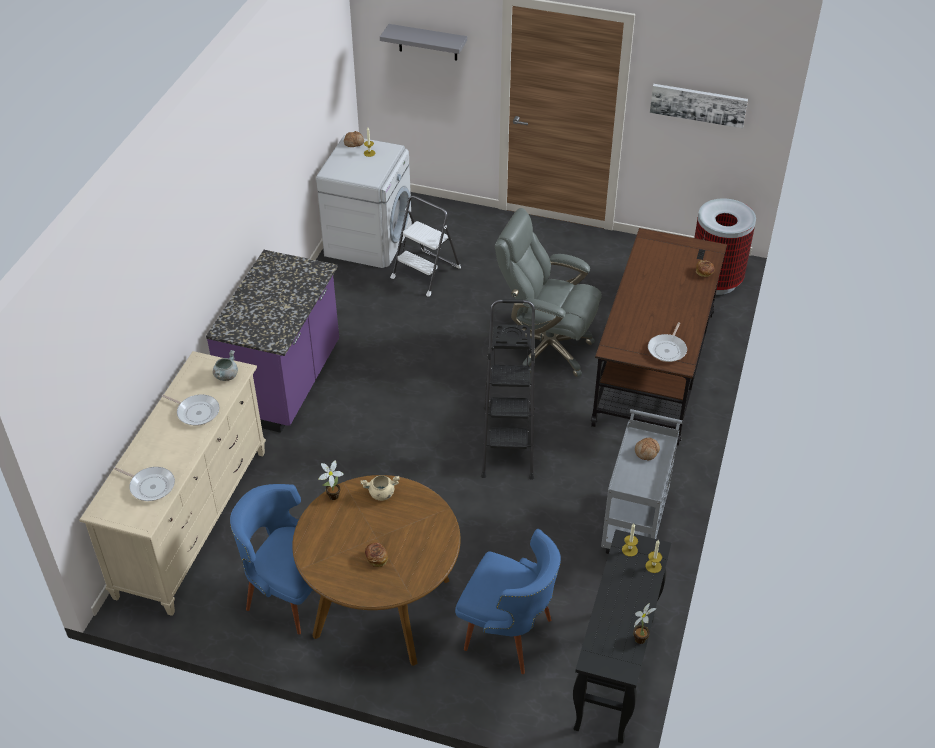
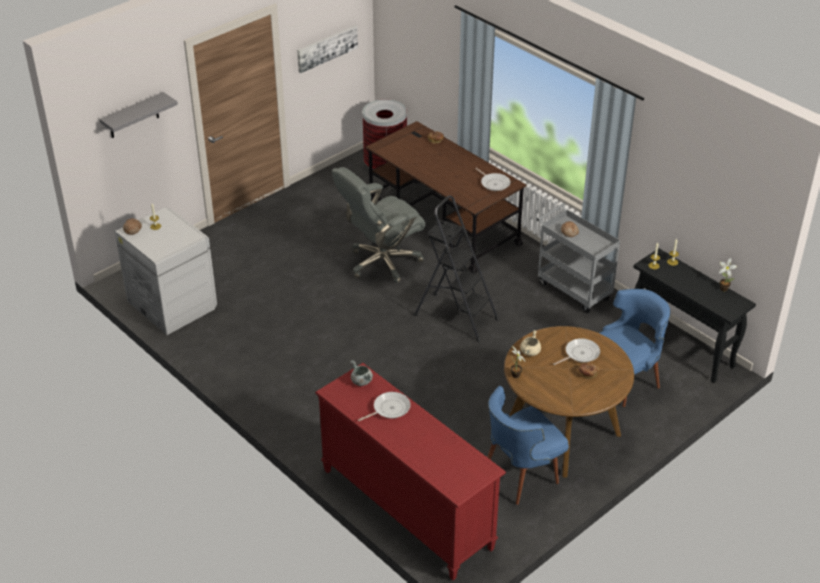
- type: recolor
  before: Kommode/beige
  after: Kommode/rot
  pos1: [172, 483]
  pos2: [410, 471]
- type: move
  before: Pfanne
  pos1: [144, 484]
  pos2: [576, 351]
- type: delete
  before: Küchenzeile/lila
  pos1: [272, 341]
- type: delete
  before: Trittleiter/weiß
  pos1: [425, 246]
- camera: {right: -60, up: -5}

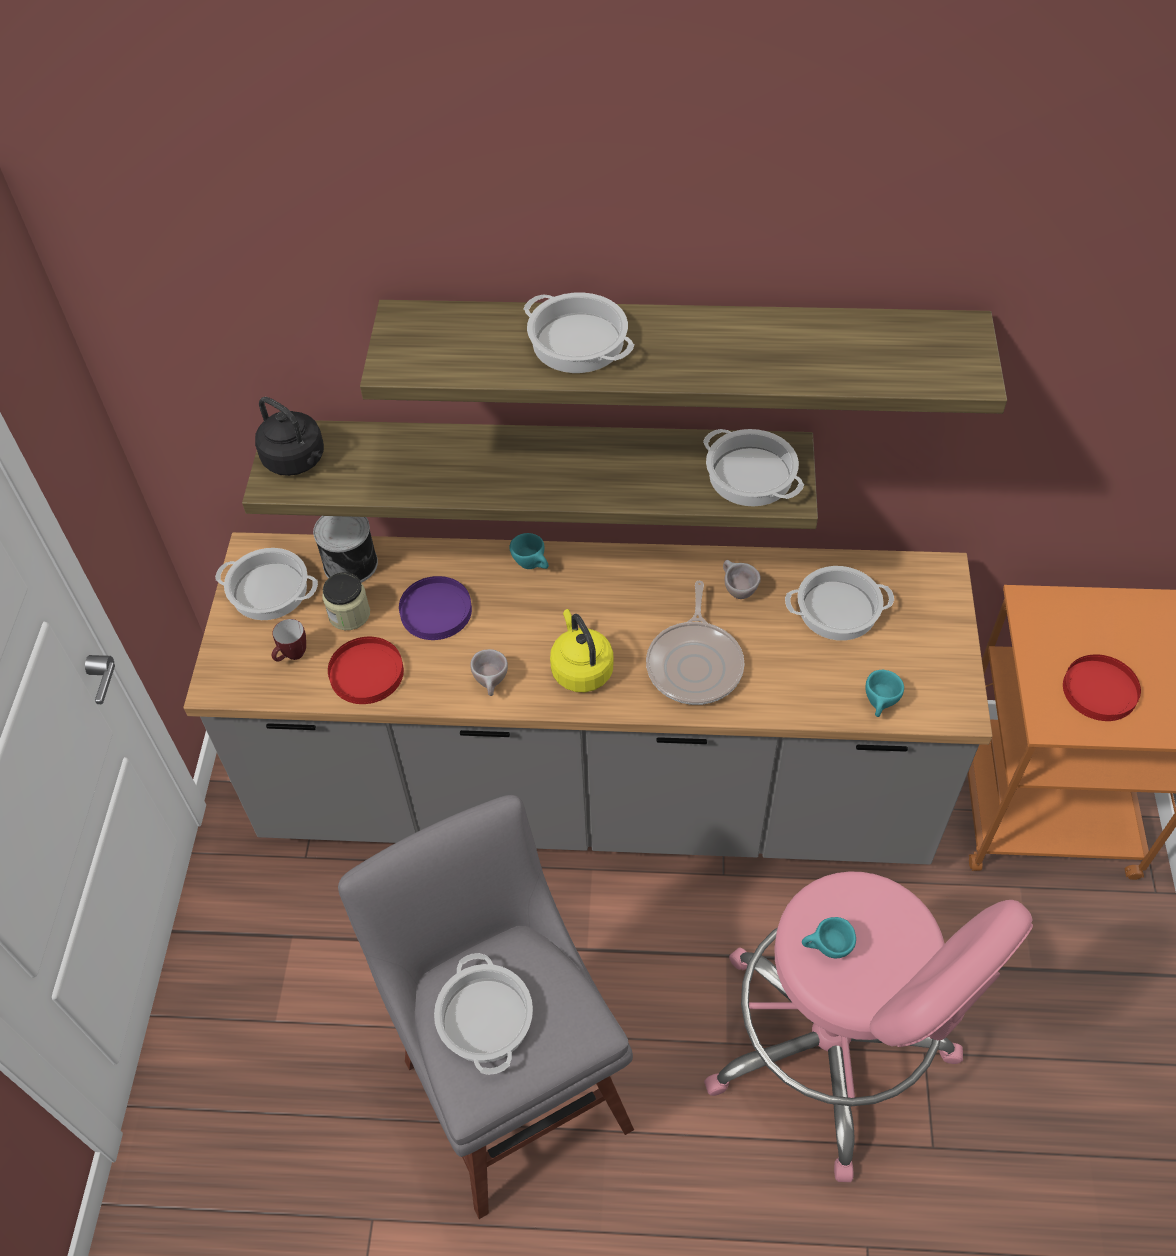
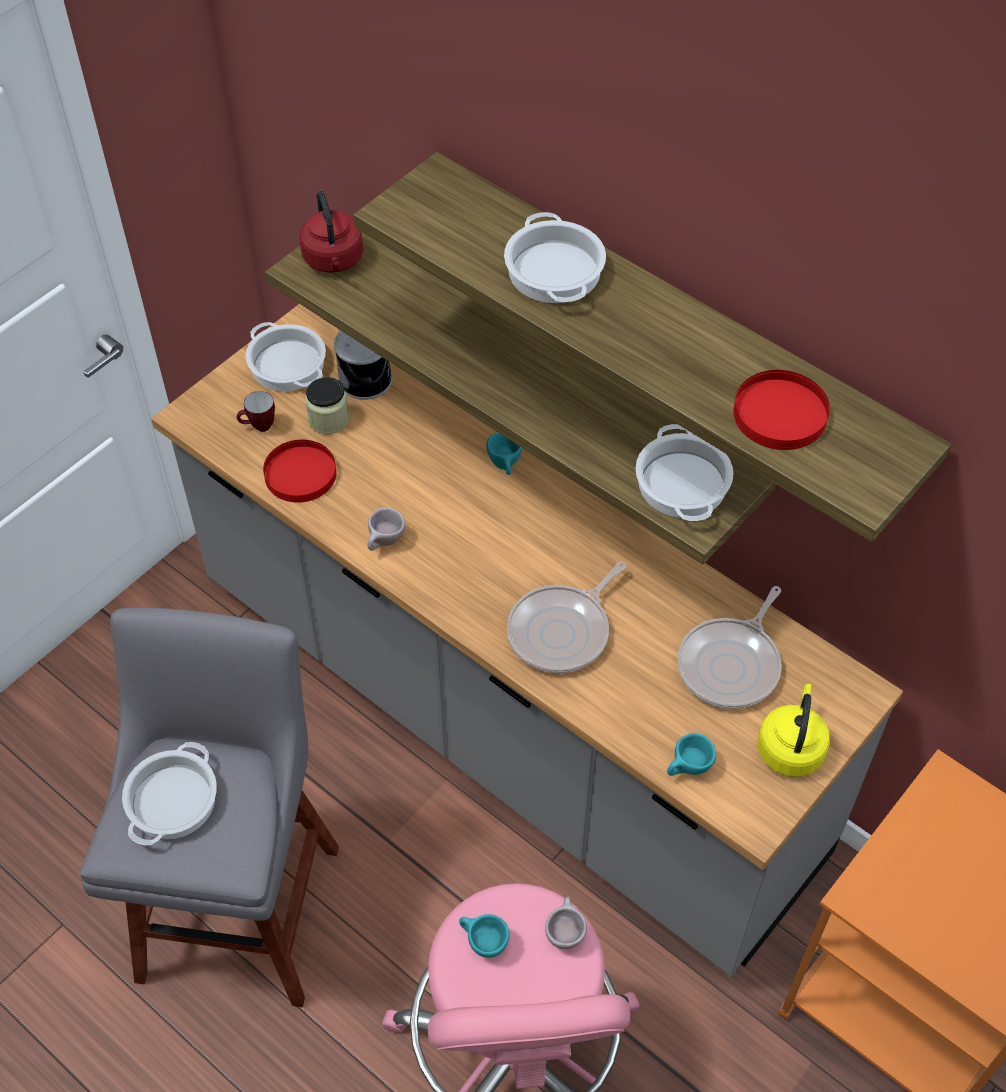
- type: recolor
  before: Wasserkessel/schwarz
  after: Wasserkessel/rot
  pos1: [289, 436]
  pos2: [331, 231]
- type: delete
  before: Teller/lila
  pos1: [435, 608]
- type: move
  before: Wasserkessel/gelb
  pos1: [581, 650]
  pos2: [794, 730]
- type: move
  before: Tasse/beige
  pos1: [742, 579]
  pos2: [566, 922]
- type: replace
  before: Kochtopf
  after: Pfanne
  pos1: [839, 603]
  pos2: [729, 647]
- type: move
  before: Teller/rot
  pos1: [1102, 687]
  pos2: [782, 410]
- camera: {right: 35, up: 0}

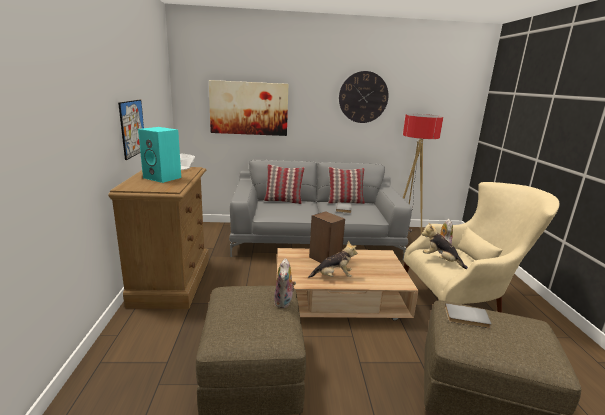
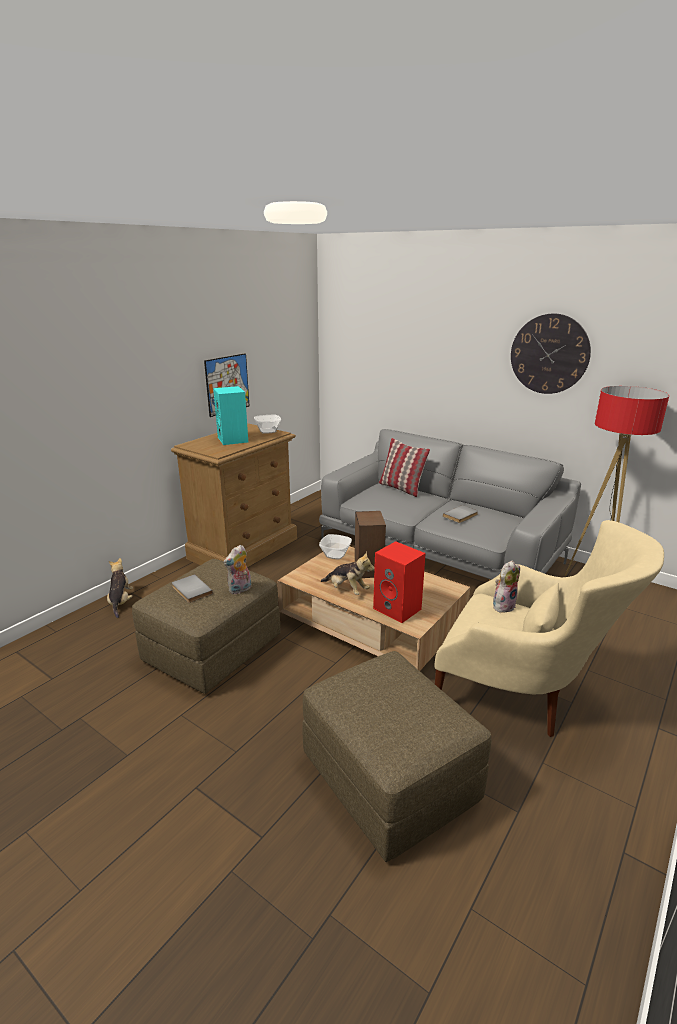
- type: delete
  before: Bild
  pos1: [248, 108]
- type: delete
  before: Kissen
  pos1: [346, 185]
- type: move
  before: Plüschtier
  pos1: [445, 246]
  pos2: [120, 588]
- type: move
  before: Buch/grau
  pos1: [468, 315]
  pos2: [192, 588]
- type: insert
  after: Schüssel
  pos2: [335, 547]
- type: insert
  after: Lautsprecher/rot
  pos2: [399, 582]
- camera: {right: 40, up: 5}

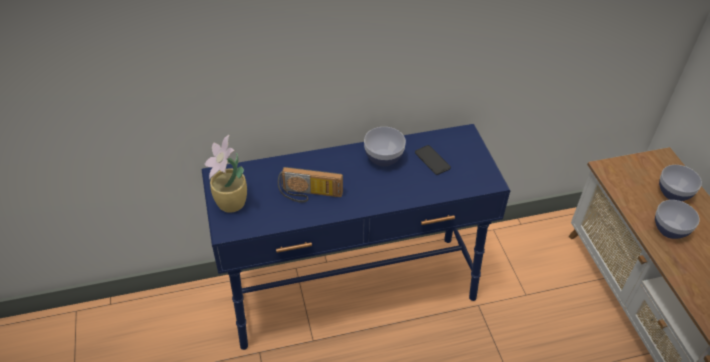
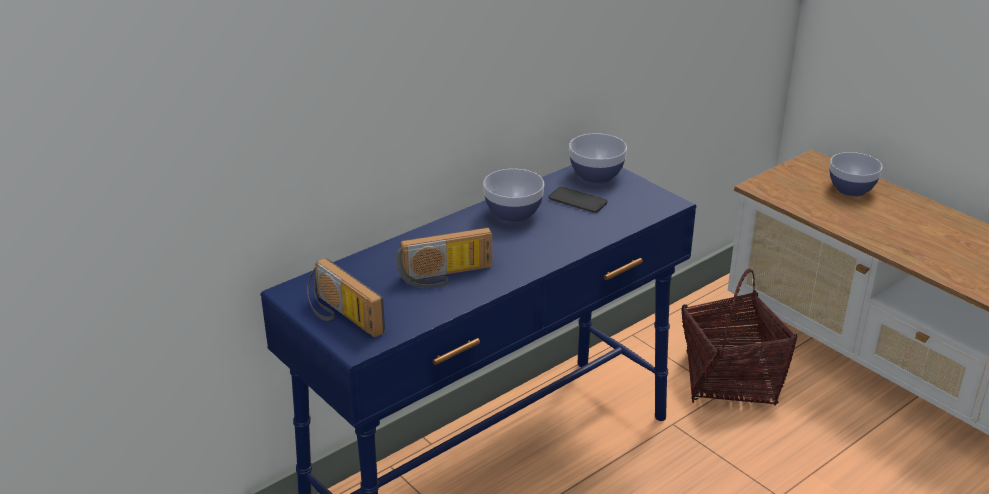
- type: replace
  before: Topfpflanze
  after: Radio
  pos1: [225, 174]
  pos2: [346, 297]
- type: move
  before: Schüssel
  pos1: [677, 219]
  pos2: [598, 158]
- type: insert
  after: Korb
  pos2: [739, 337]
- camera: {right: -25, up: -15}

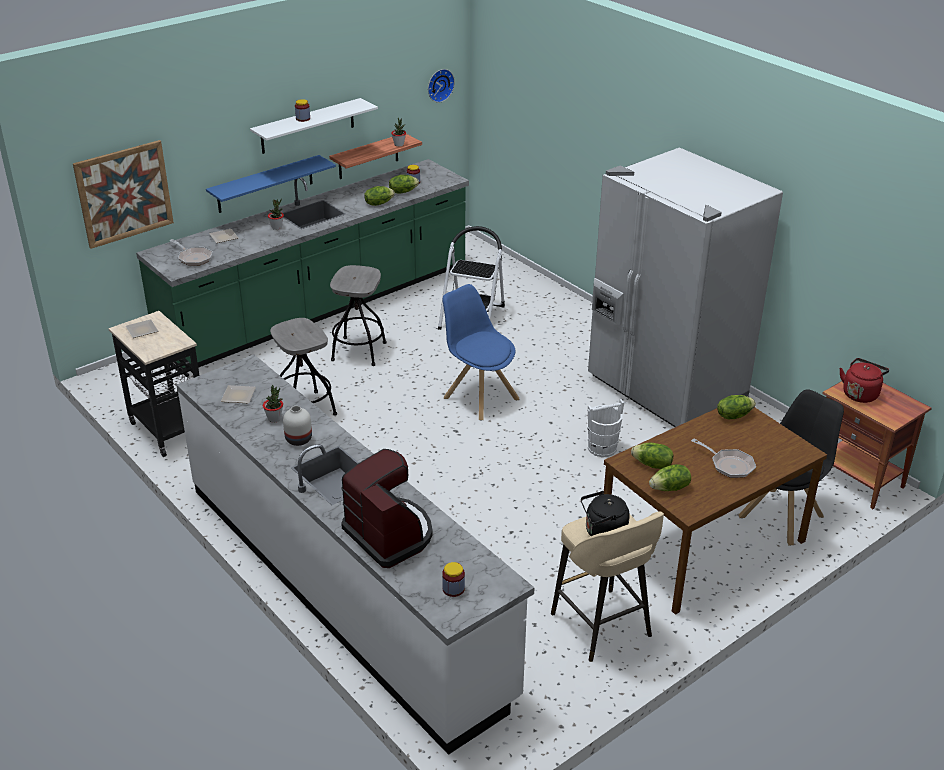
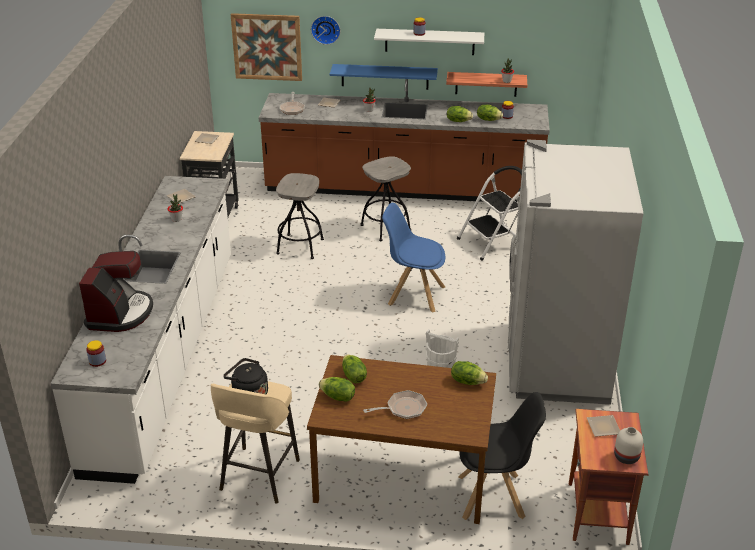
- type: recolor
  before: Küchenzeile/grün
  after: Küchenzeile/braun
  pos1: [302, 265]
  pos2: [404, 140]
- type: move
  before: Vase/weiß
  pos1: [297, 426]
  pos2: [628, 445]
- type: move
  before: Wanduhr
  pos1: [441, 86]
  pos2: [325, 30]
- type: rotate
  before: Stuhl/blau
  pos1: [480, 352]
  pos2: [413, 258]
  turn: -75
- type: rotate
  before: Pfanne
  pos1: [723, 458]
  pos2: [395, 404]
  turn: -105
- type: replace
  before: Wasserkessel/rot
  after: Teller
  pos1: [864, 380]
  pos2: [603, 426]
- camera: {right: 45, up: 0}

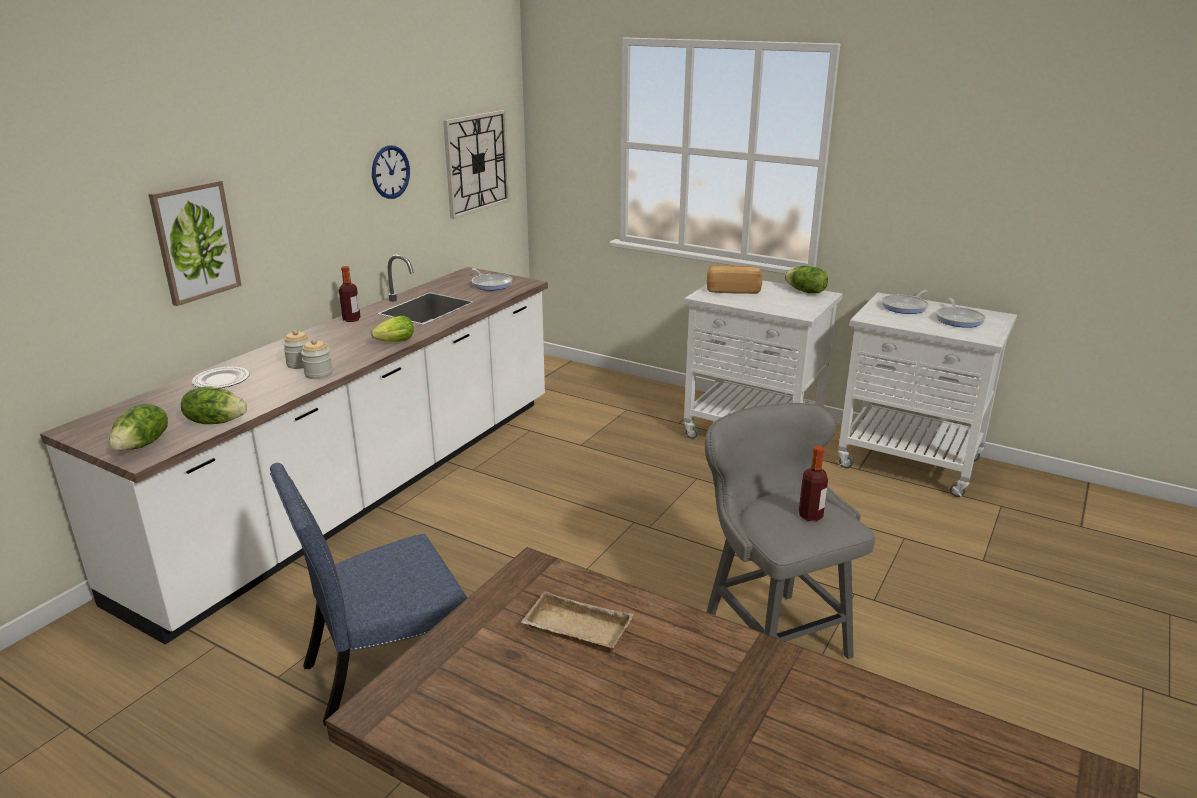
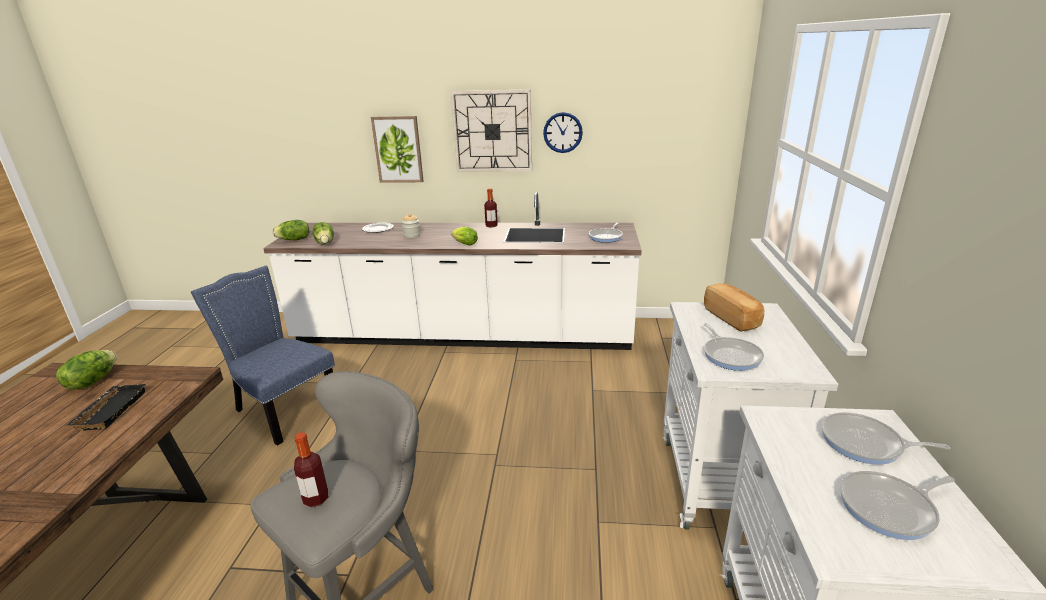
- type: delete
  before: Vorratsglas
  pos1: [317, 359]
- type: move
  before: Wanduhr
  pos1: [476, 164]
  pos2: [491, 130]
- type: recolor
  before: Tablett/beige
  after: Tablett/schwarz
  pos1: [577, 622]
  pos2: [106, 407]
- type: move
  before: Salatkopf
  pos1: [806, 279]
  pos2: [86, 370]
- type: insert
  after: Pfanne
  pos2: [734, 347]
- camera: {right: 65, up: 0}

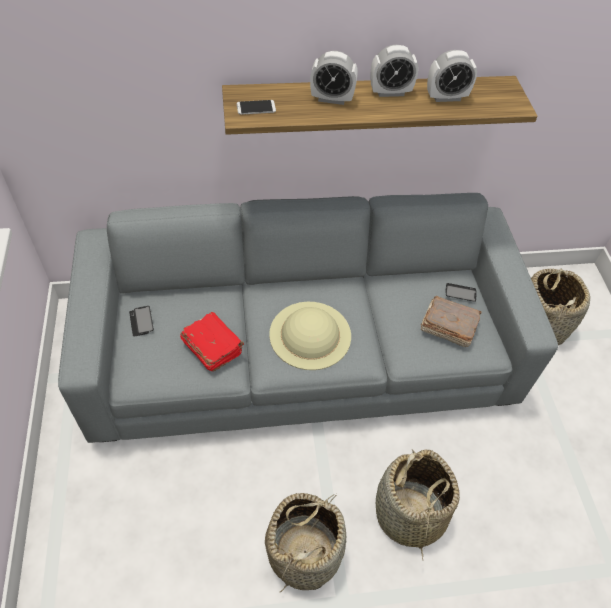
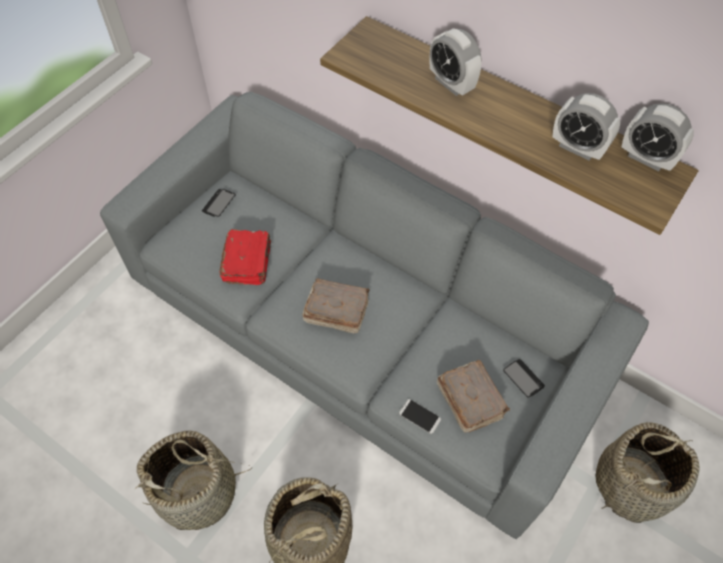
- type: move
  before: Handy
  pos1: [256, 107]
  pos2: [420, 416]
- type: replace
  before: Hut/beige
  after: Buch/braun
  pos1: [310, 336]
  pos2: [336, 305]
- type: move
  before: Wecker
  pos1: [394, 71]
  pos2: [658, 137]
- camera: {right: 45, up: 5}

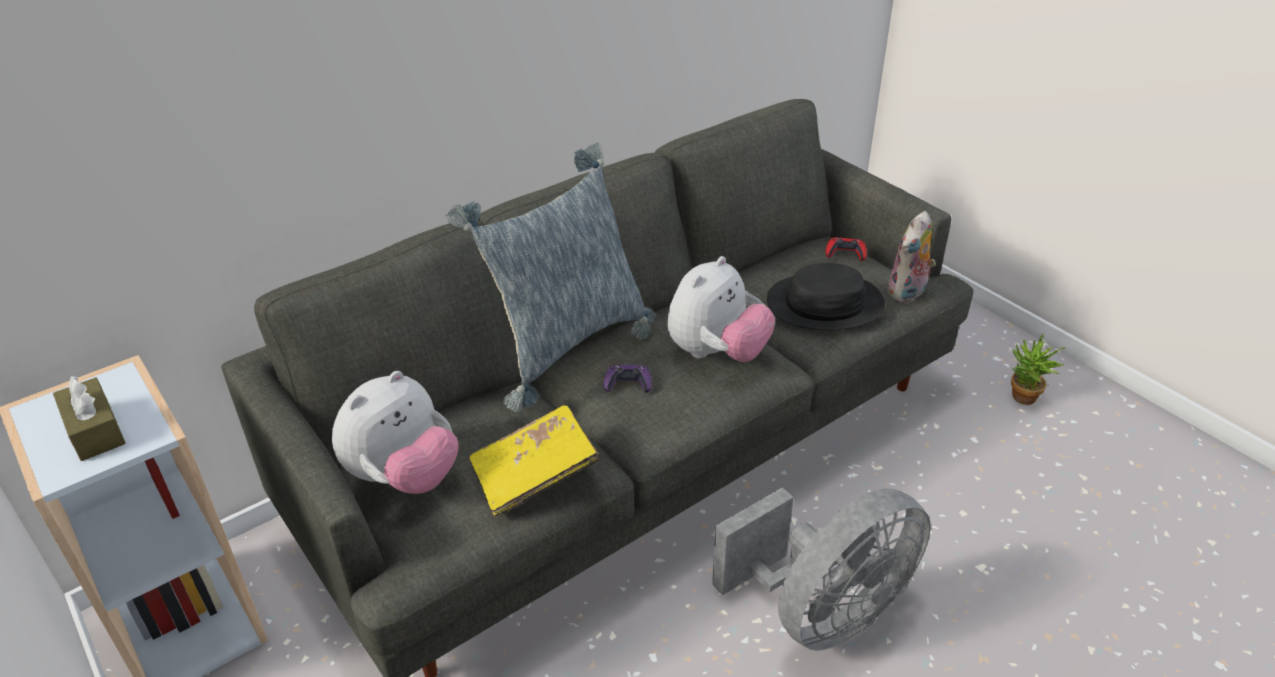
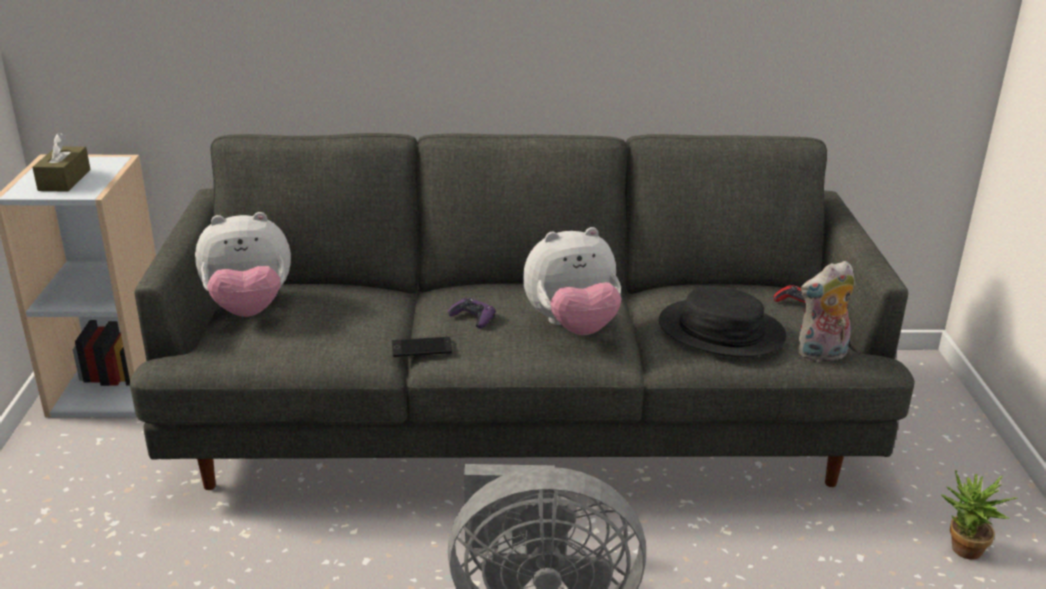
- type: delete
  before: Kissen
  pos1: [551, 277]
- type: delete
  before: Buch/gelb
  pos1: [534, 461]
- type: insert
  after: Handy
  pos2: [422, 347]
- camera: {right: 35, up: -10}

